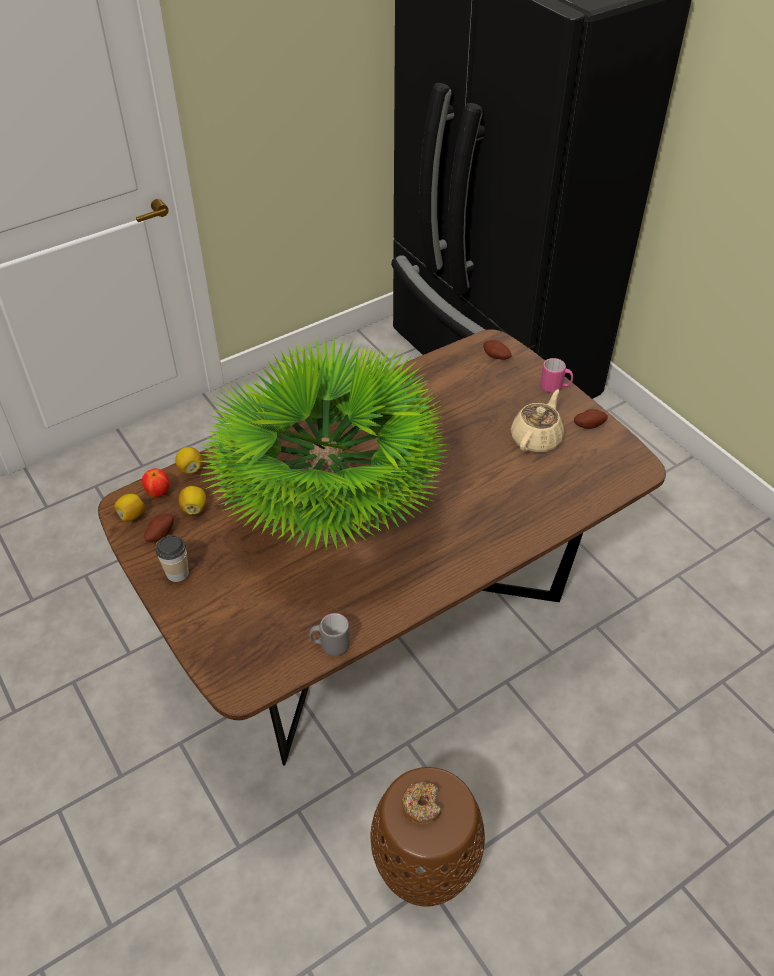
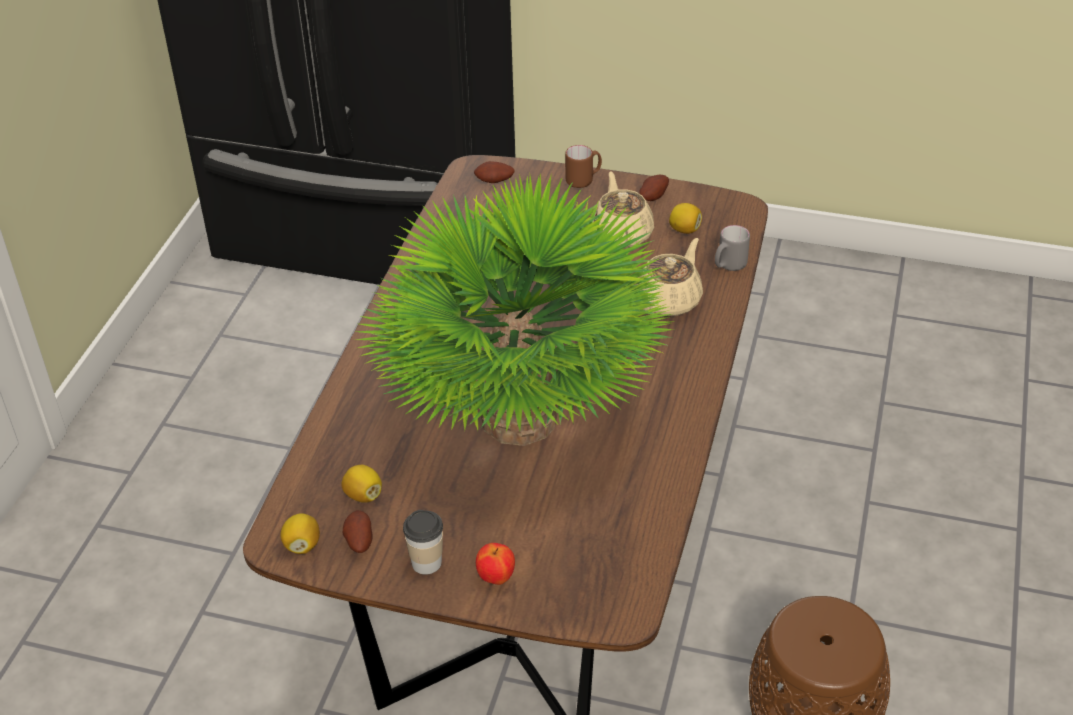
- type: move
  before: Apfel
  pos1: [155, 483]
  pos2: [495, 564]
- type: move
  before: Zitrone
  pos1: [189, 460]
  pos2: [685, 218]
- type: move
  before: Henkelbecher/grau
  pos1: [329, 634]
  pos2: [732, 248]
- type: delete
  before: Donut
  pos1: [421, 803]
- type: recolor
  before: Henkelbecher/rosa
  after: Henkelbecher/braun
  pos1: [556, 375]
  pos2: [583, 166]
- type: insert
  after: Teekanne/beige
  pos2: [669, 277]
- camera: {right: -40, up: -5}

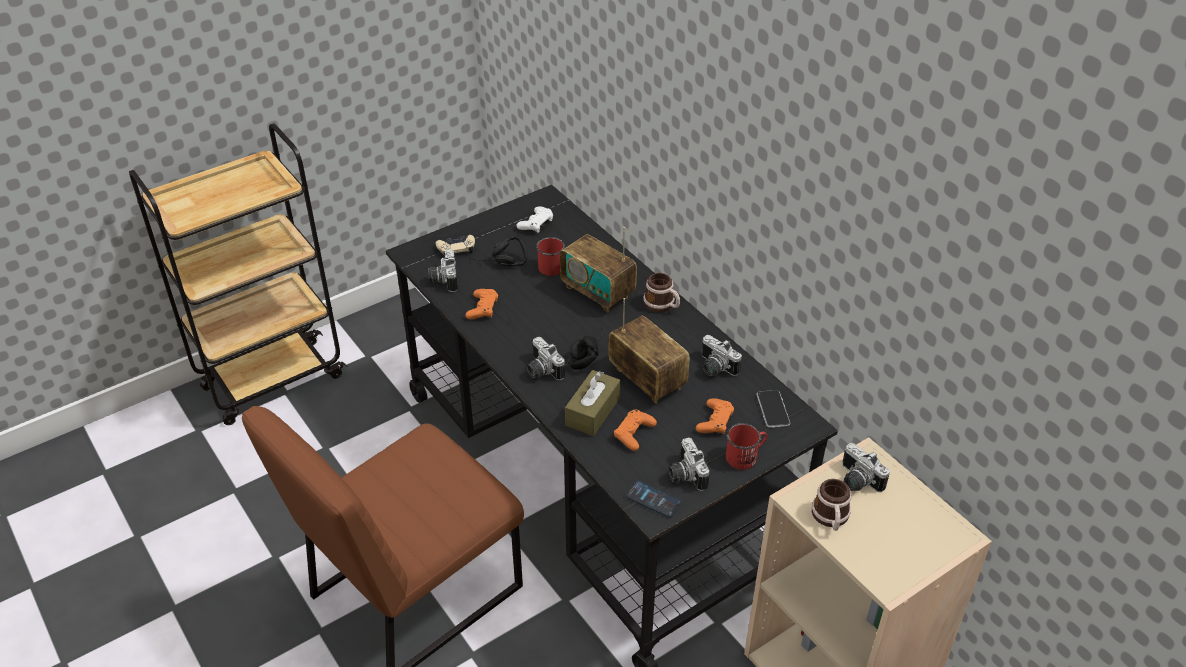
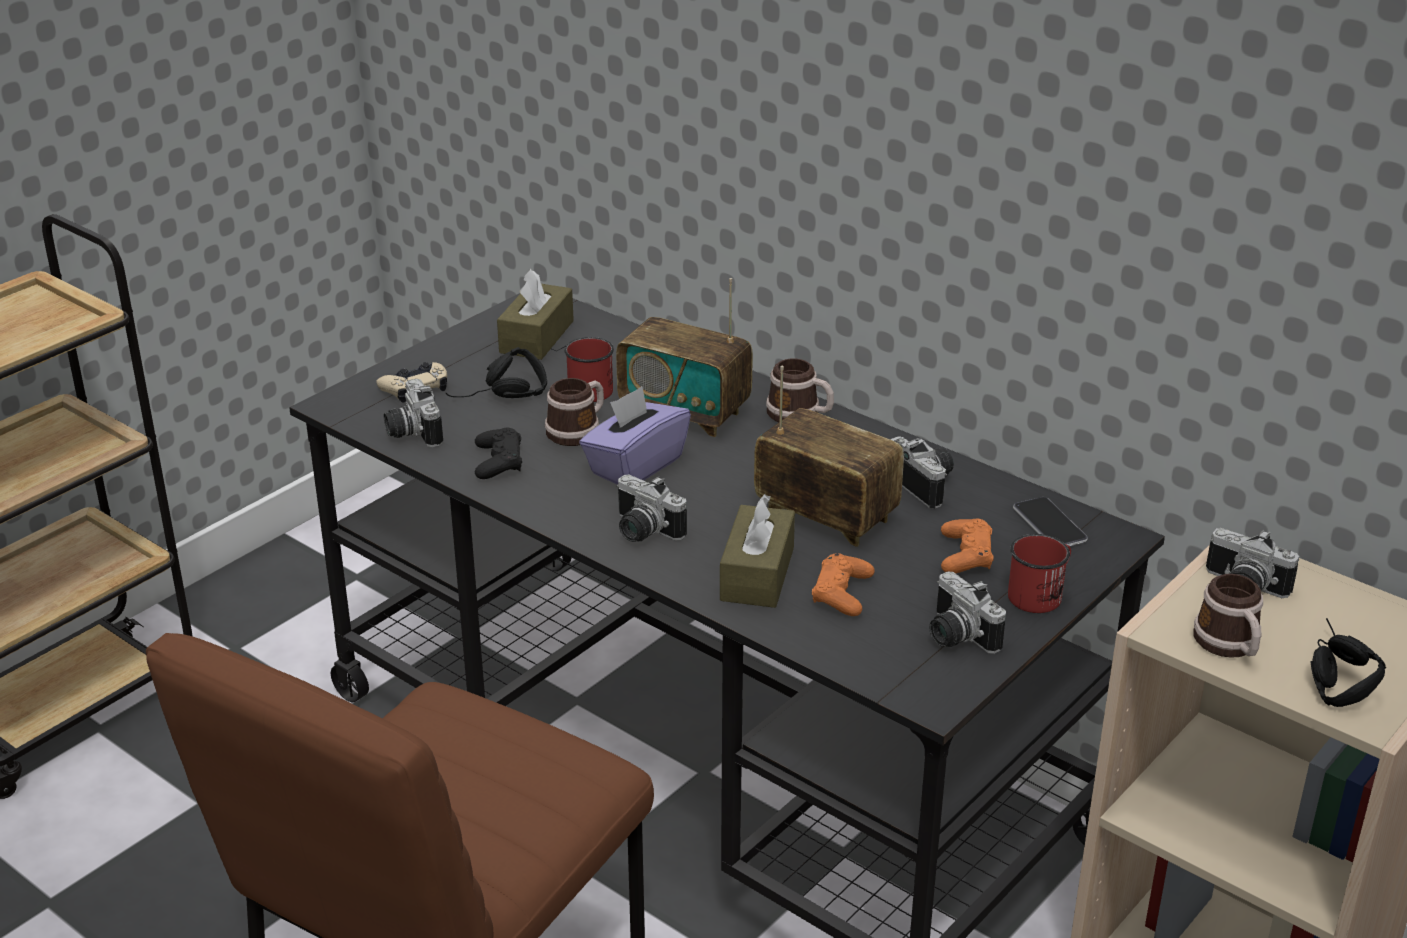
- type: recolor
  before: Gamepad/orange
  after: Gamepad/schwarz
  pos1: [481, 304]
  pos2: [498, 453]
- type: replace
  before: Gamepad/weiß
  after: Taschentuchbox/braun
  pos1: [534, 219]
  pos2: [535, 314]
- type: move
  before: Kopfhörer/schwarz
  pos1: [585, 348]
  pos2: [1348, 662]
- type: delete
  before: Handy
  pos1: [654, 499]
- type: rotate
  before: Kamera
  pos1: [722, 355]
  pos2: [922, 473]
  turn: -150
- type: insert
  after: Henkelbecher
  pos2: [574, 412]
- type: insert
  after: Taschentuchbox/lila
  pos2: [635, 435]
- camera: {right: -15, up: -10}

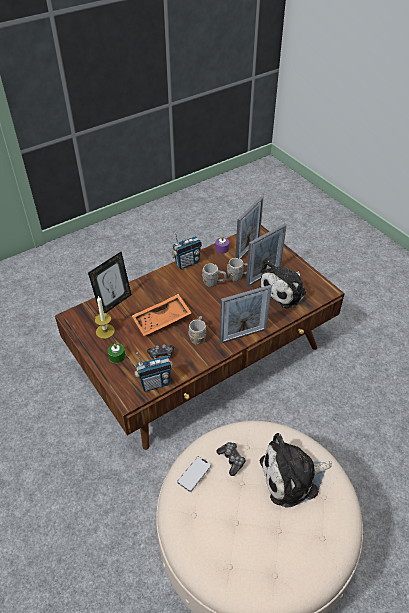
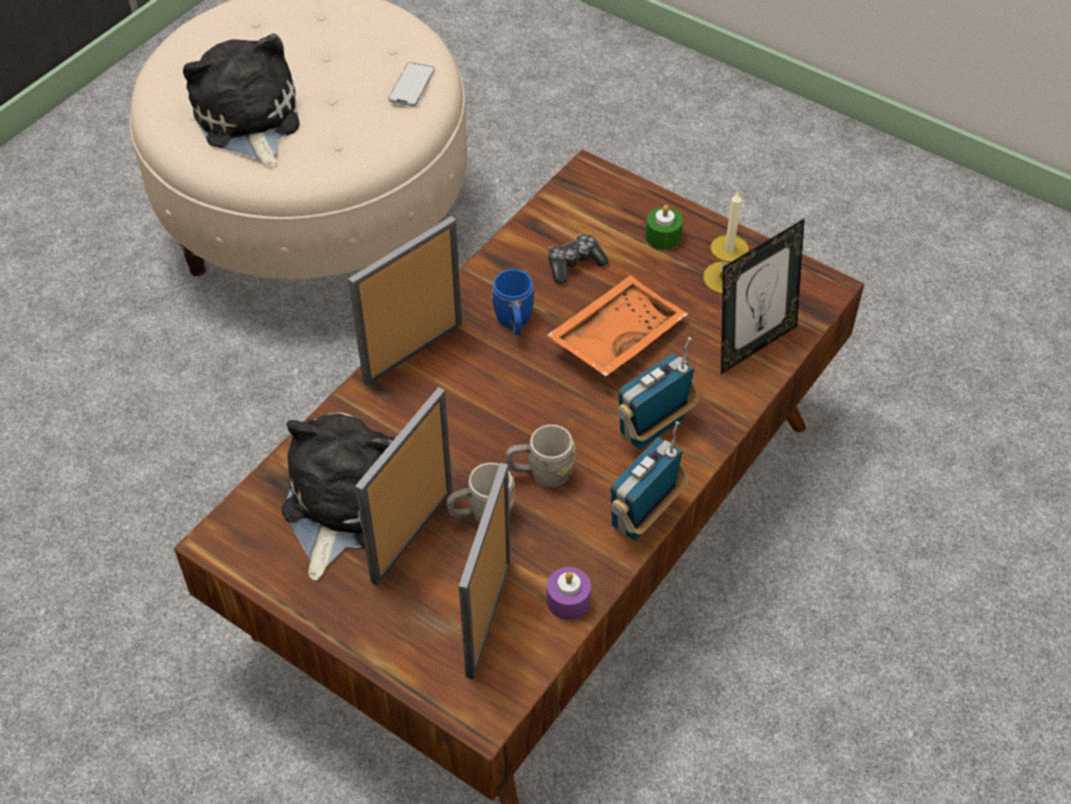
- type: rotate
  before: Bilderrahmen
  pos1: [110, 282]
  pos2: [763, 296]
  turn: -150
- type: move
  before: Radio
  pos1: [153, 372]
  pos2: [658, 393]
- type: recolor
  before: Henkelbecher/grau
  after: Henkelbecher/blau
  pos1: [197, 330]
  pos2: [512, 302]
- type: delete
  before: Gamepad
  pos1: [231, 459]
- type: rotate
  before: Plüschtier
  pos1: [296, 470]
  pos2: [241, 101]
  turn: -75
- camera: {right: 160, up: 5}

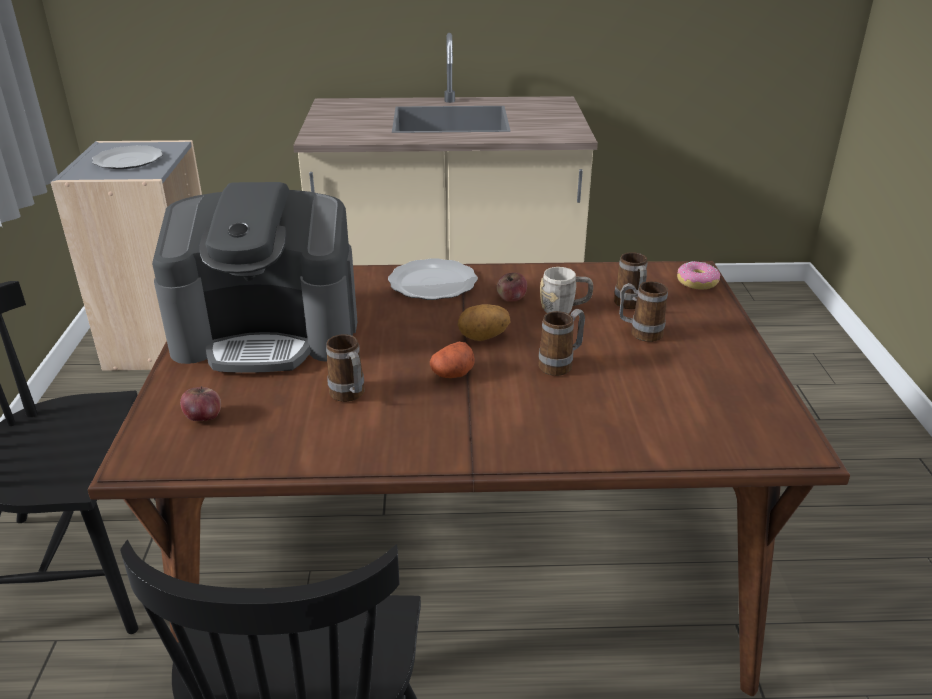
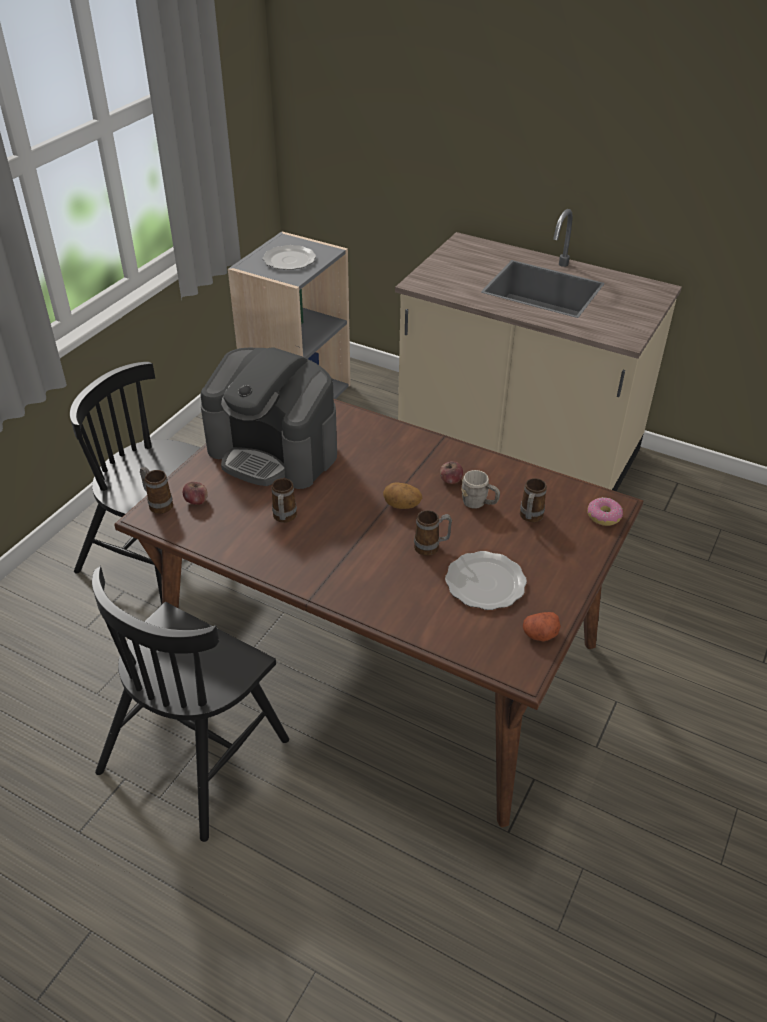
- type: move
  before: Teller
  pos1: [433, 279]
  pos2: [486, 580]
- type: move
  before: Kartoffel
  pos1: [452, 360]
  pos2: [542, 627]
- type: move
  before: Henkelbecher
  pos1: [643, 311]
  pos2: [156, 490]
- camera: {right: 30, up: 10}

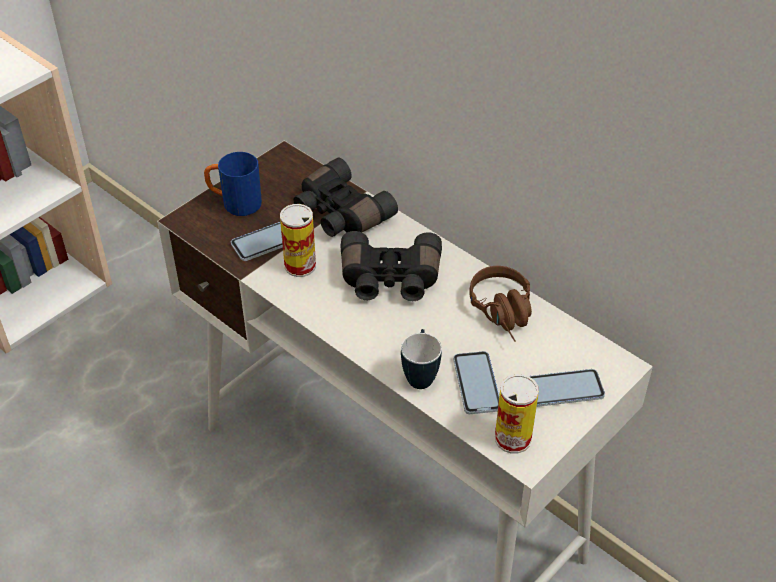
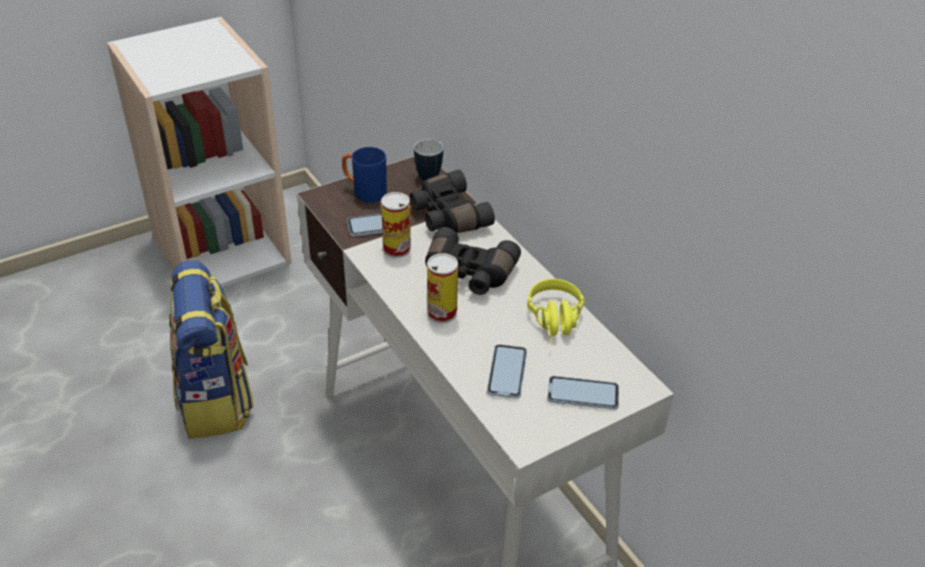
- type: move
  before: Henkelbecher
  pos1: [421, 359]
  pos2: [428, 160]
- type: recolor
  before: Kopfhörer/braun
  after: Kopfhörer/gelb
  pos1: [500, 304]
  pos2: [555, 311]
- type: move
  before: Dose
  pos1: [517, 414]
  pos2: [442, 288]
- type: insert
  after: Rucksack
  pos2: [211, 349]
- camera: {right: 15, up: -5}

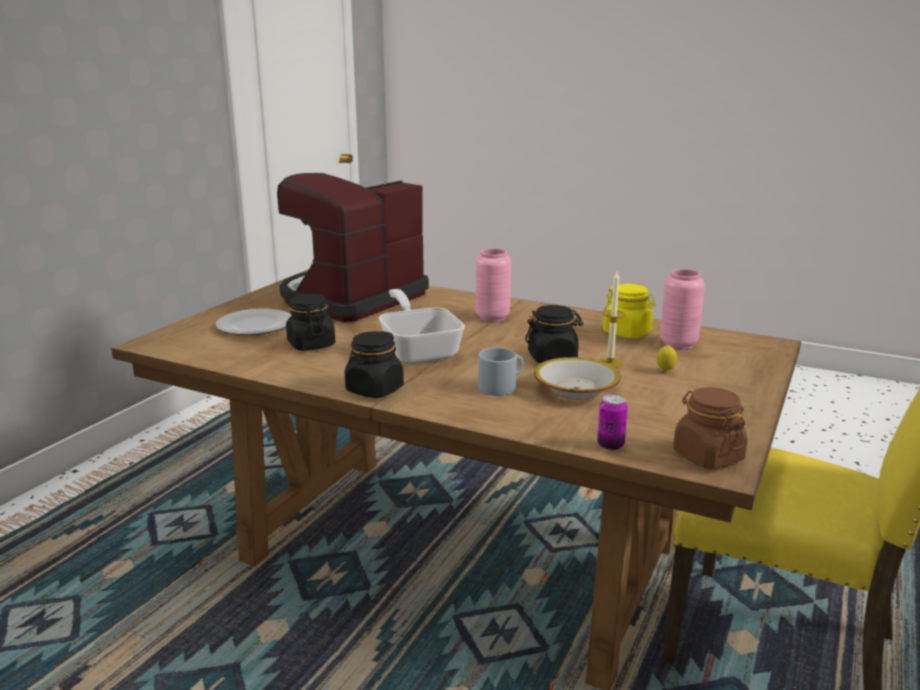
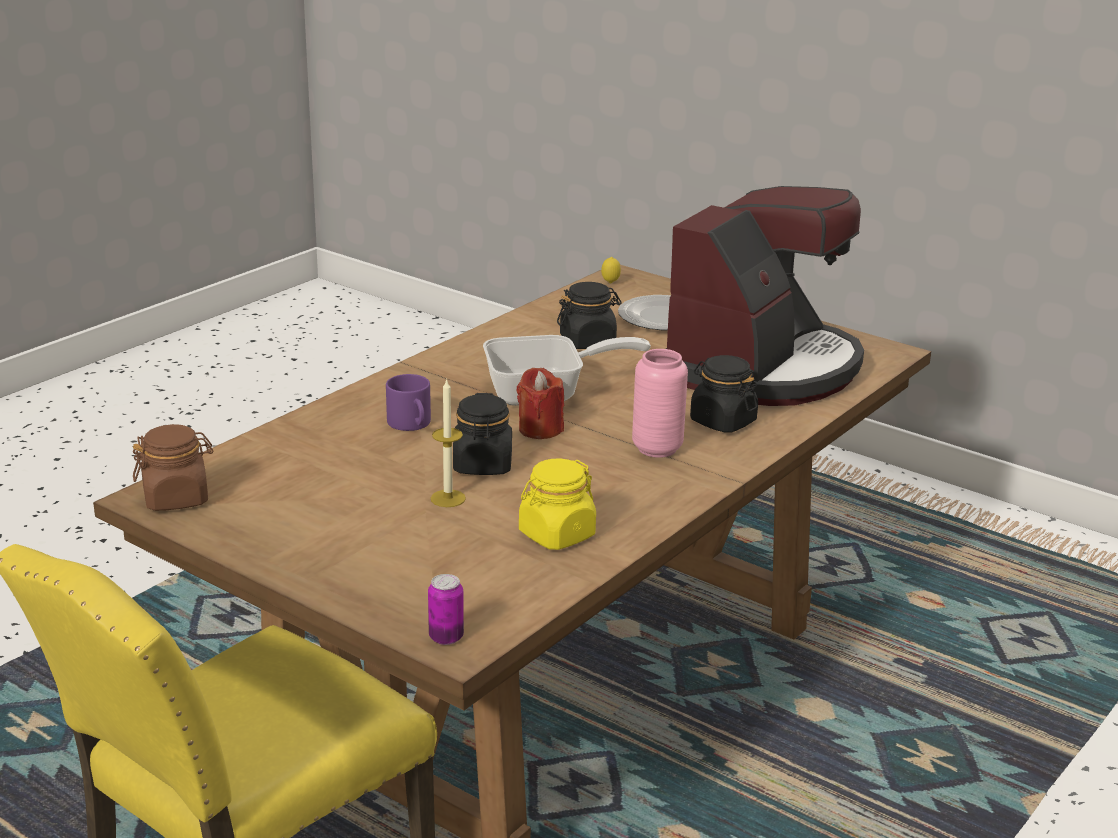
- type: rotate
  before: Kaffeemaschine
  pos1: [353, 247]
  pos2: [765, 296]
  turn: 75
- type: move
  before: Vorratsglas/schwarz
  pos1: [374, 364]
  pos2: [724, 394]
- type: recolor
  before: Henkelbecher/grau
  after: Henkelbecher/lila
  pos1: [501, 372]
  pos2: [408, 402]
- type: delete
  before: Schüssel
  pos1: [577, 378]
- type: move
  before: Dose
  pos1: [612, 422]
  pos2: [446, 609]
- type: move
  before: Zitrone
  pos1: [667, 358]
  pos2: [611, 270]
- type: delete
  before: Vase/rosa
  pos1: [682, 309]
- type: insert
  after: Kerze/rot
  pos2: [540, 403]
- camera: {right: 100, up: 5}

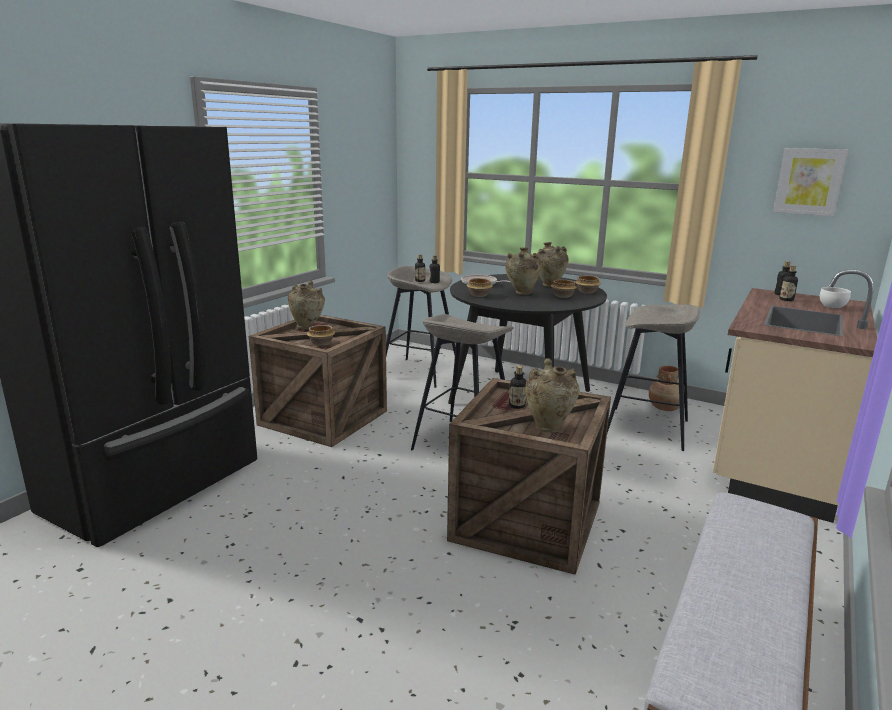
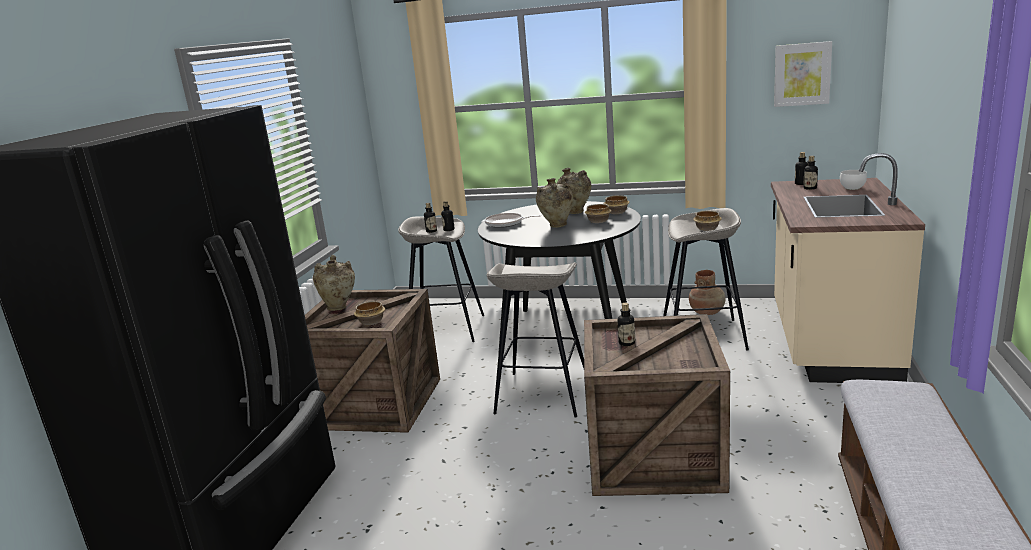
- type: move
  before: Schüssel
  pos1: [480, 287]
  pos2: [707, 220]
- type: delete
  before: Vase/beige
  pos1: [552, 395]
- camera: {right: -15, up: 0}

